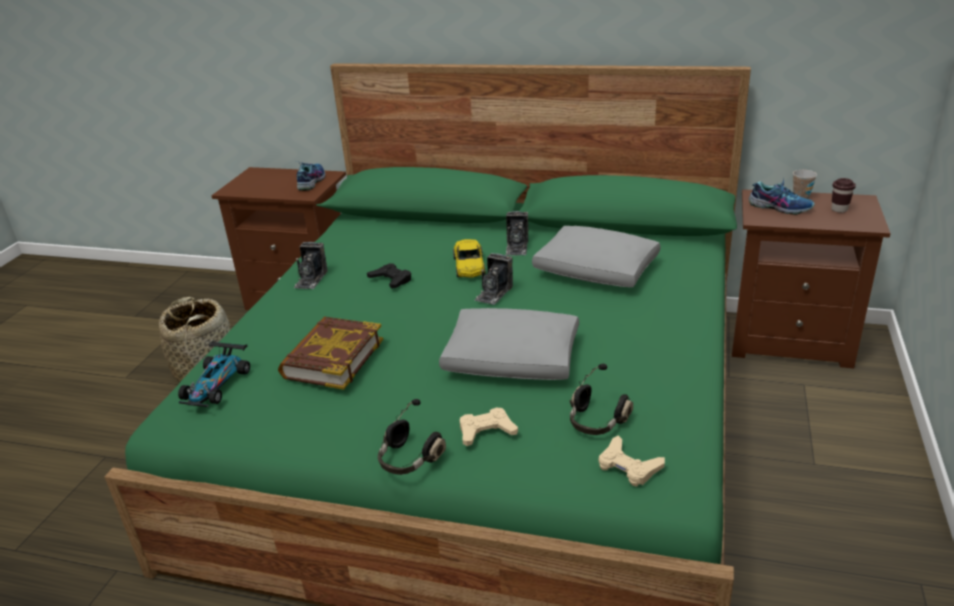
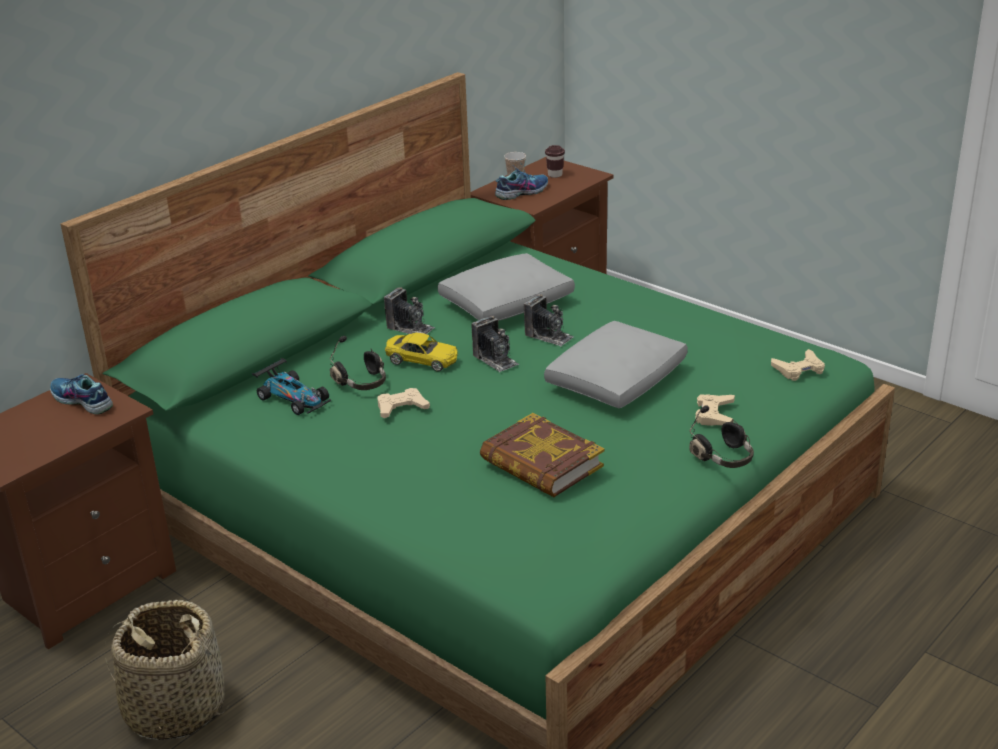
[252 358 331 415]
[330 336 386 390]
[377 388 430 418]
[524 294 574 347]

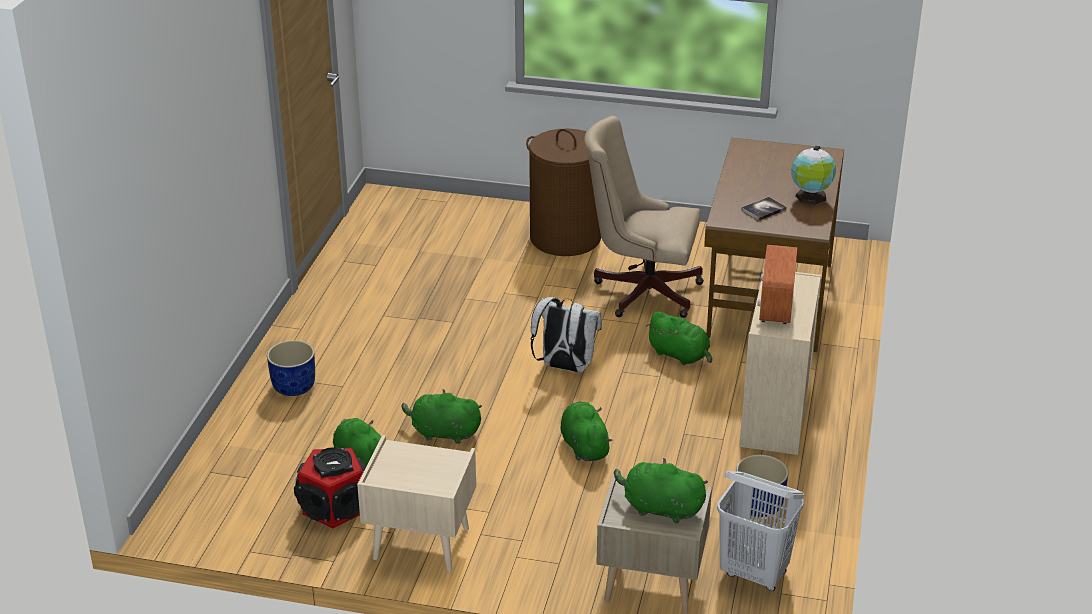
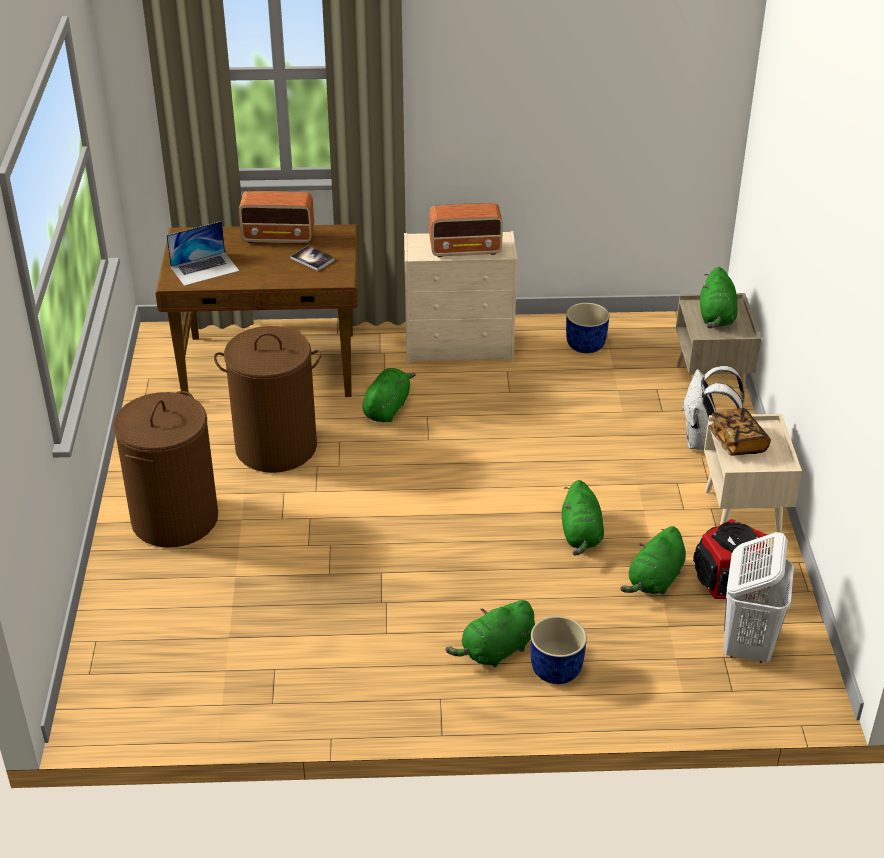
[166 221 239 286]
[214 326 322 473]
[239 191 314 244]
[445 600 535 667]
[682 366 744 450]
[708 408 771 456]
[723 532 794 663]

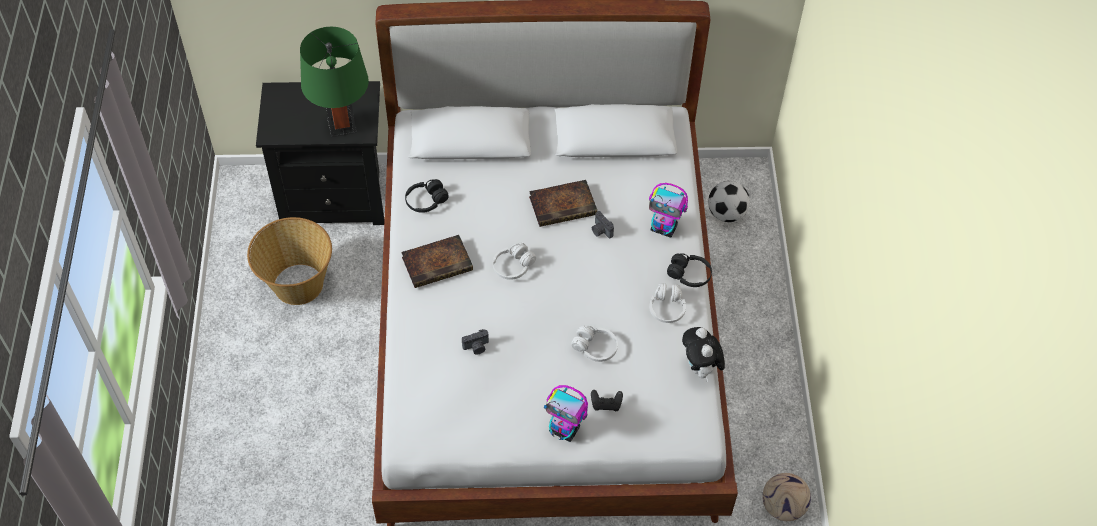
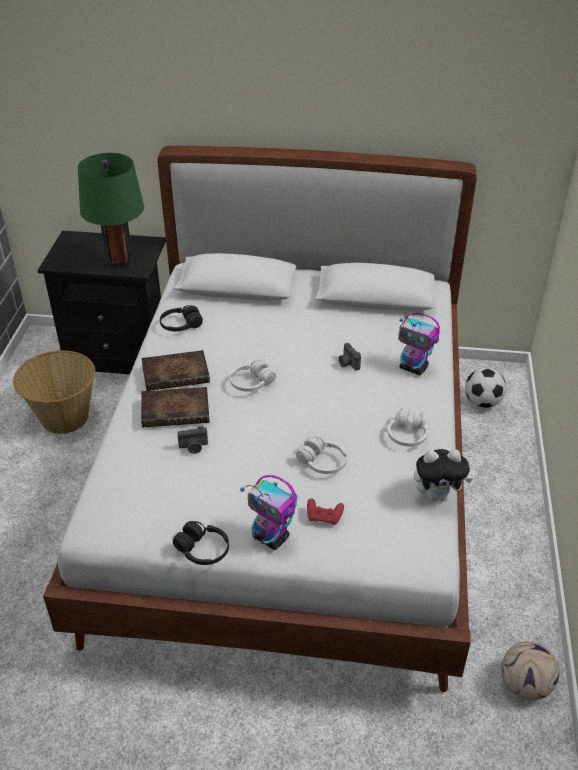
[141 387 209 427]
[173 521 229 565]
[307 498 344 525]
[414 449 473 501]

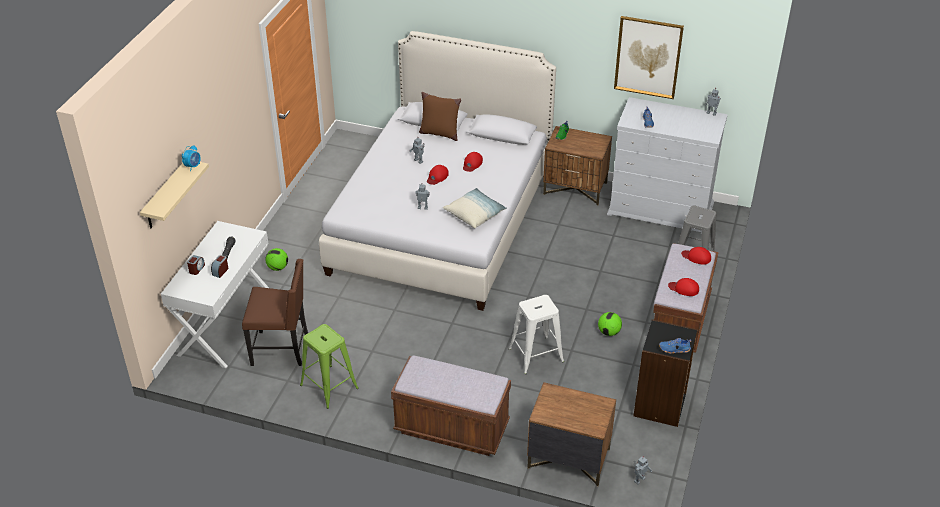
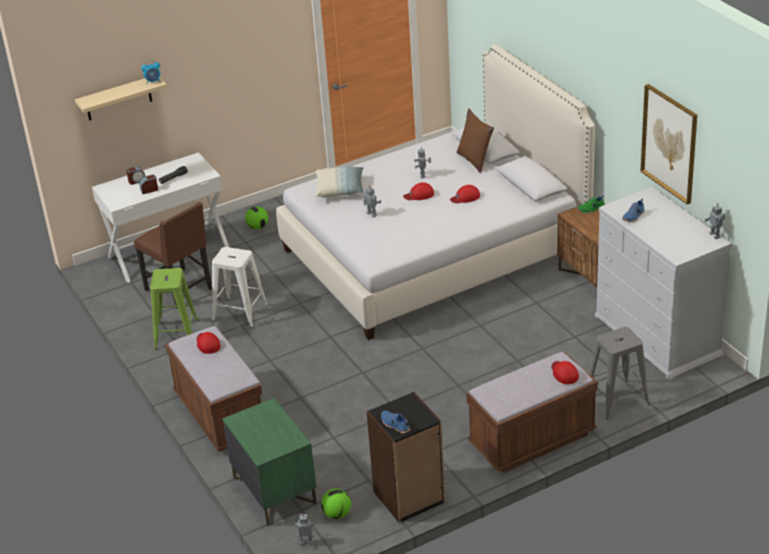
[197 332 221 354]
[212 247 268 328]
[222 398 317 526]
[316 166 364 197]
[321 489 351 519]

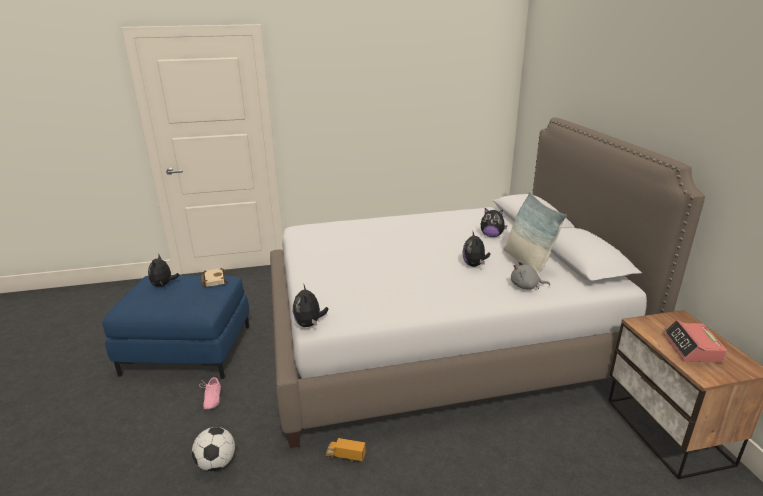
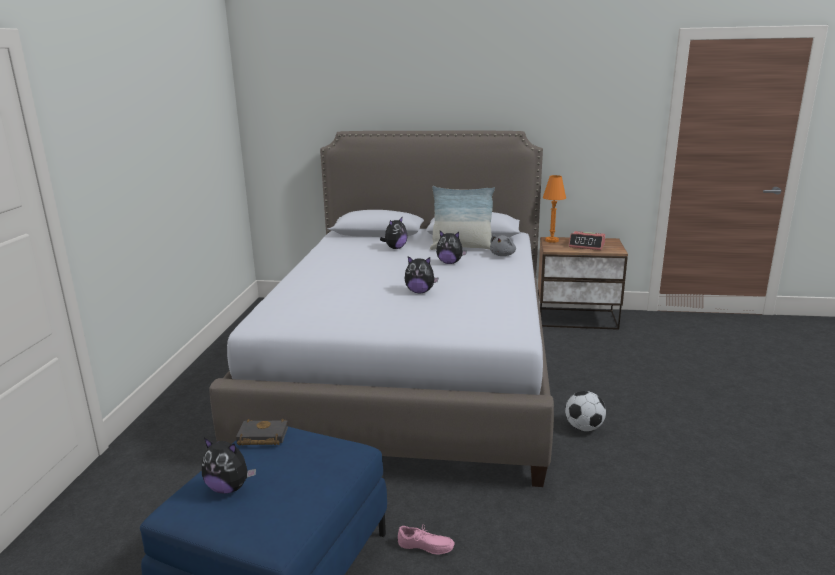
[236 419 288 445]
[405 256 439 293]
[543 175 566 243]
[565 391 606 431]
[325 438 366 463] (first image)

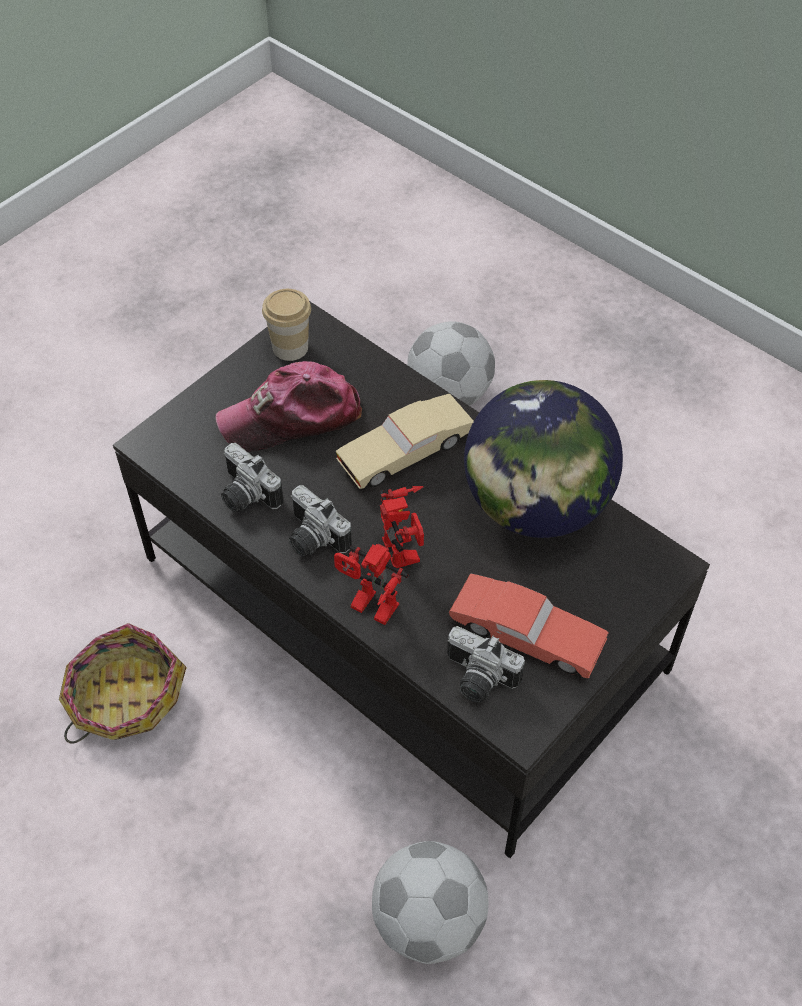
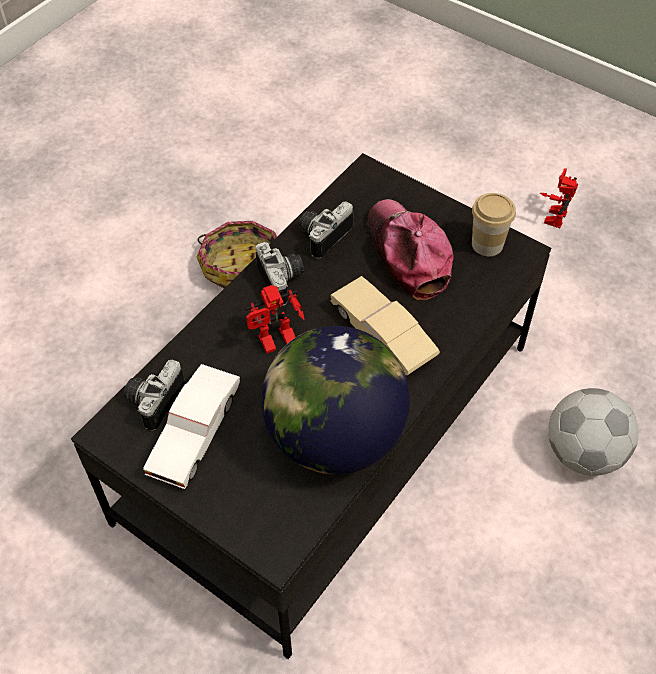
[143 364 240 489]
[256 242 304 307]
[540 168 578 228]
[372 841 488 964] (first image)

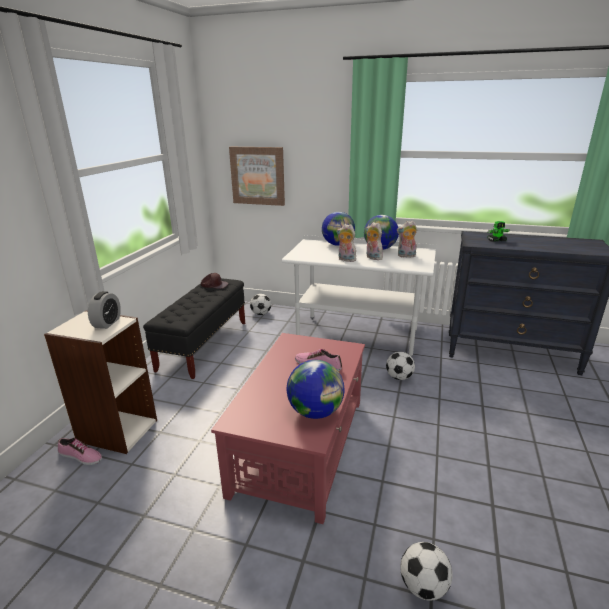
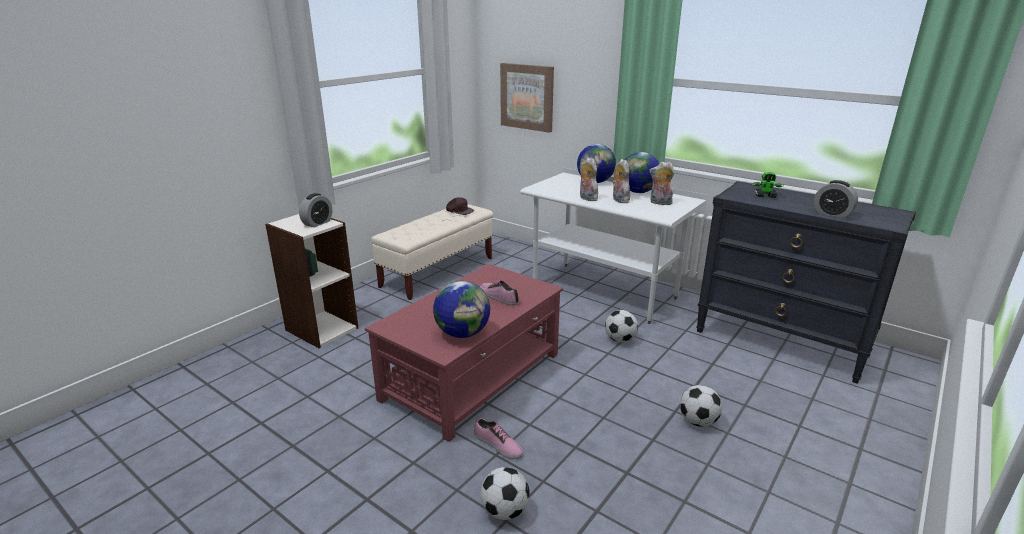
[371 204 493 300]
[474 418 523 459]
[680 385 722 427]
[814 180 858 218]

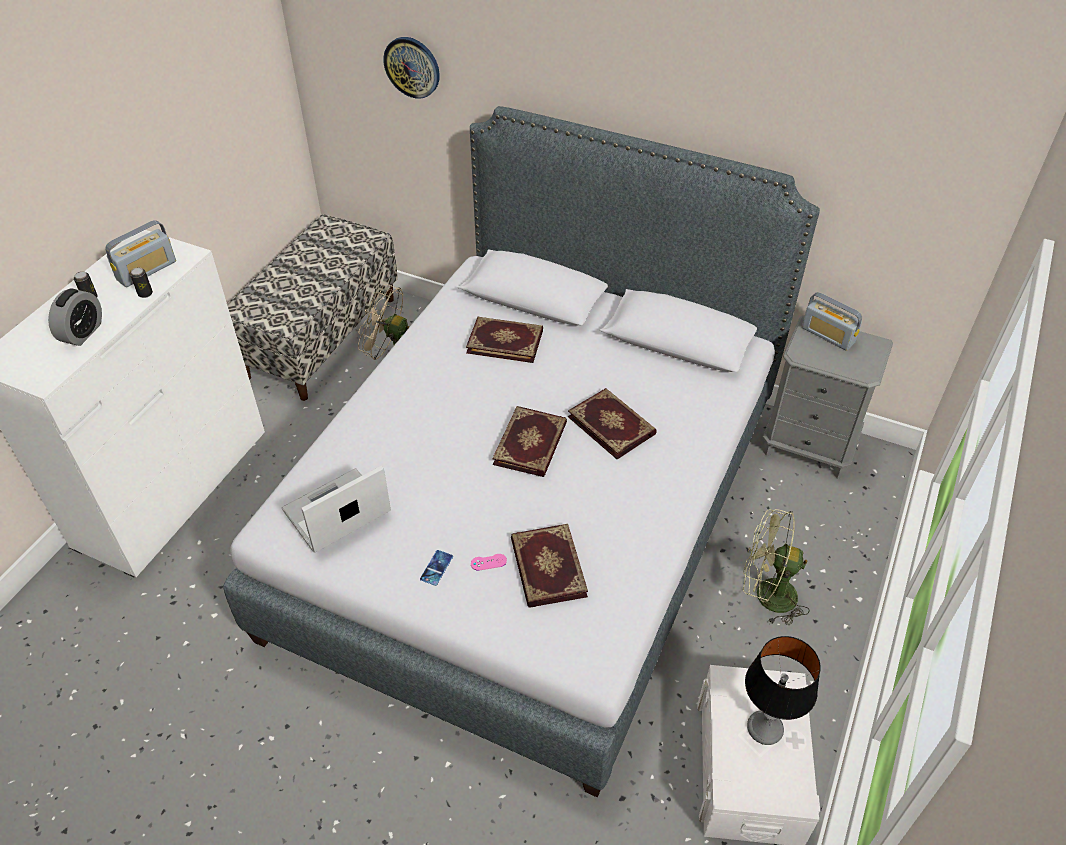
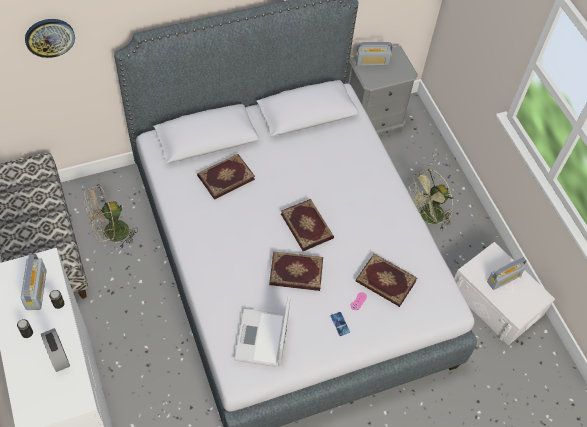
[269 252 323 291]
[487 257 526 290]

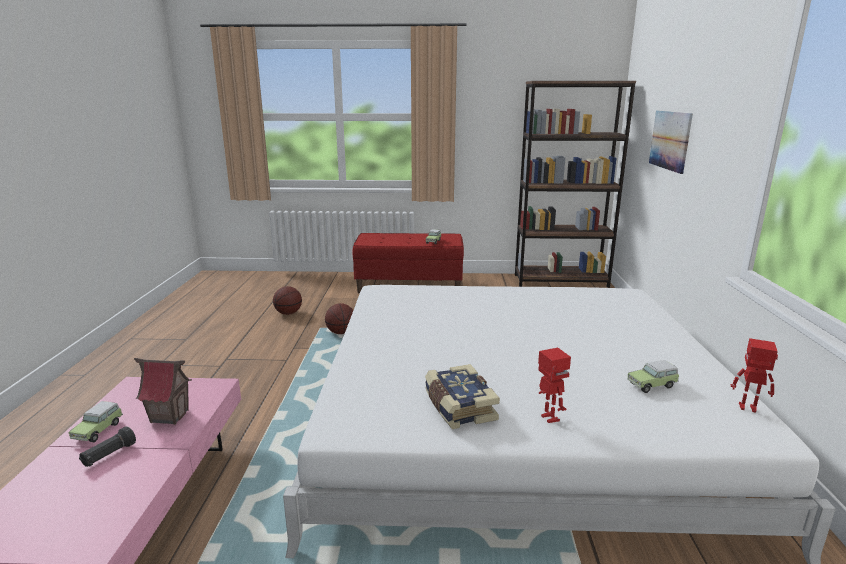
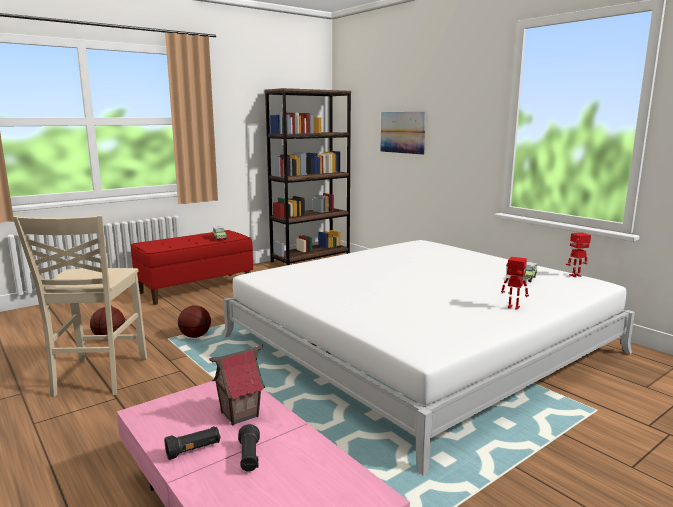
[13 215 147 397]
[164 426 221 460]
[425 364 500 429] (first image)

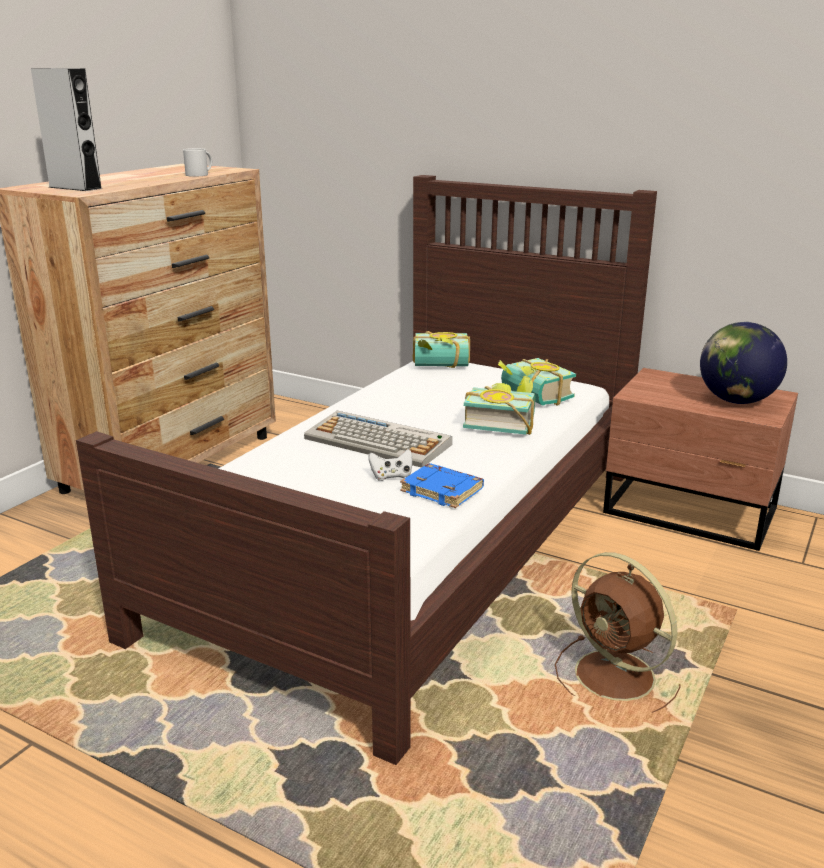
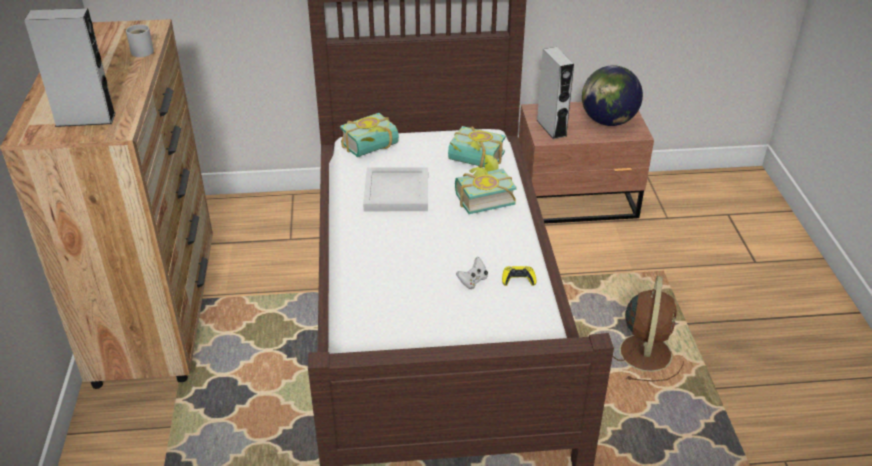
[363 167 428 211]
[502 266 536 286]
[537 47 574 139]
[613 276 684 382]
[304 411 452 468] (first image)

